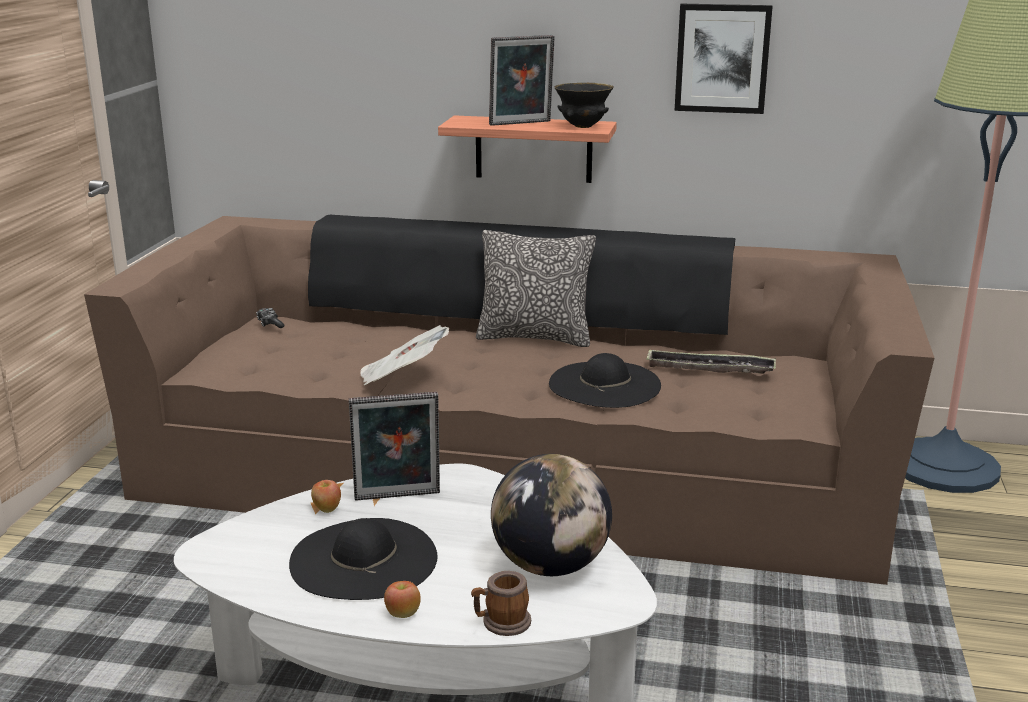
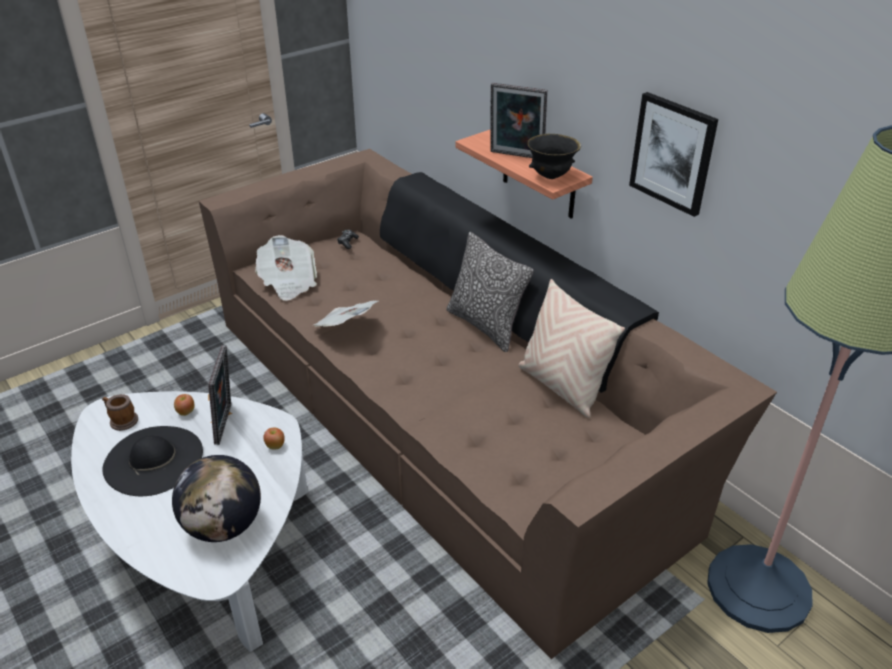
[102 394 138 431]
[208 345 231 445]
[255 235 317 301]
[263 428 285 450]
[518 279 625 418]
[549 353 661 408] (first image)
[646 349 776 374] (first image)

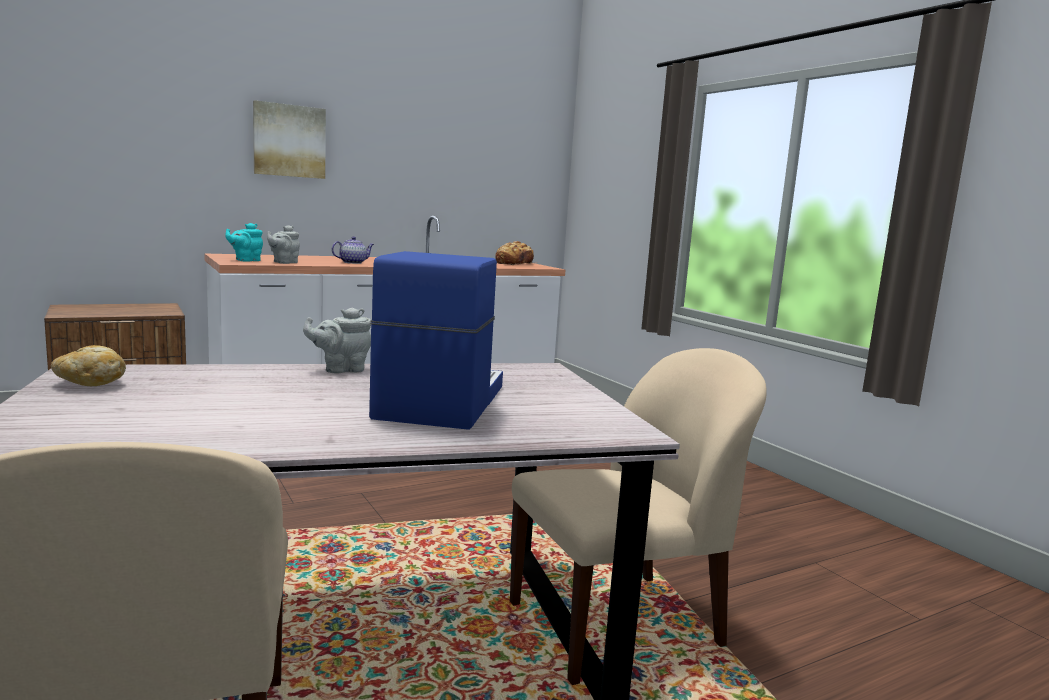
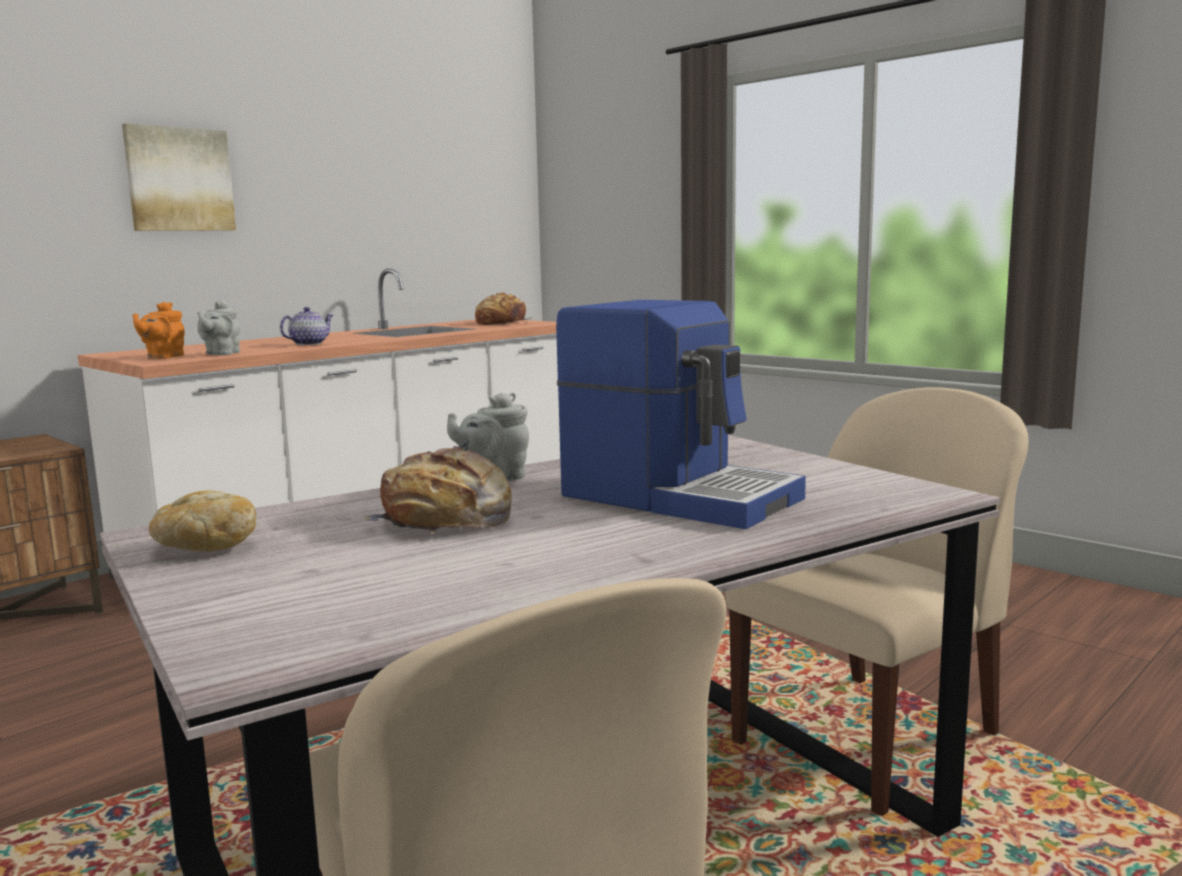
[132 302 185 359]
[359 446 511 534]
[556 300 806 529]

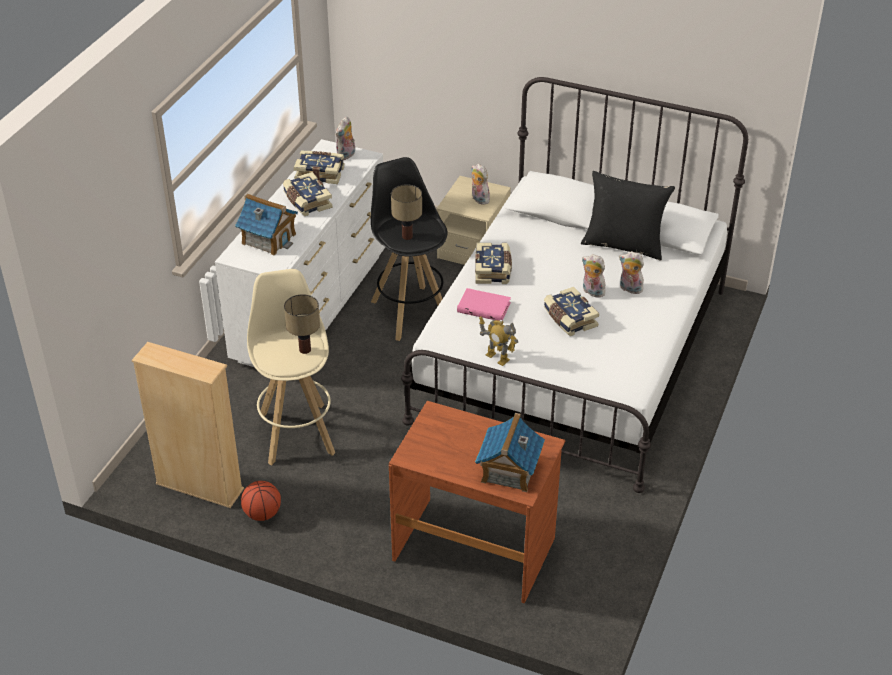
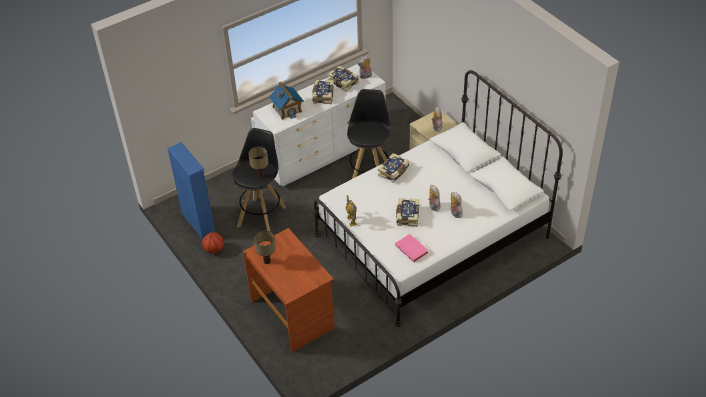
[167 142 215 240]
[232 128 287 231]
[254 231 276 264]
[395 234 429 263]
[475 413 545 492] (first image)
[581 171 675 261] (first image)

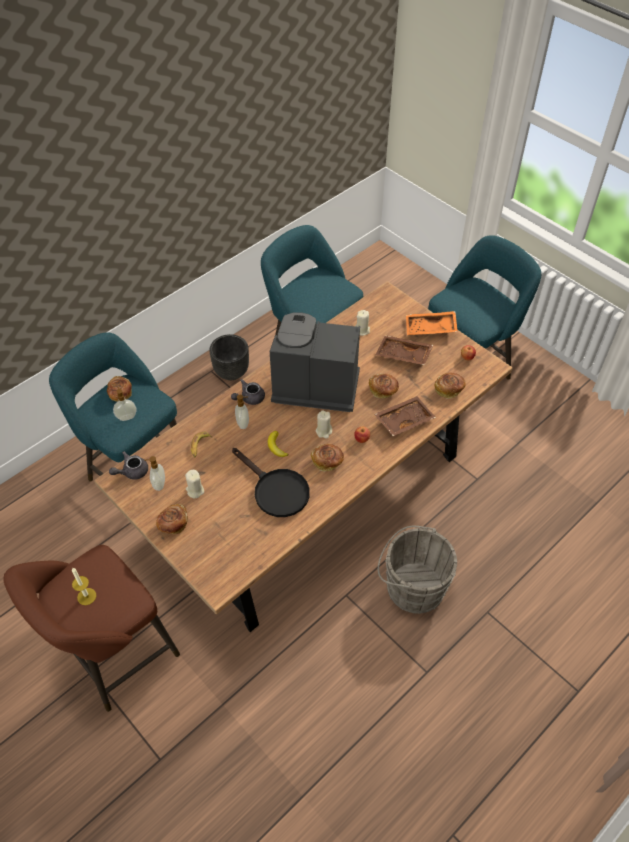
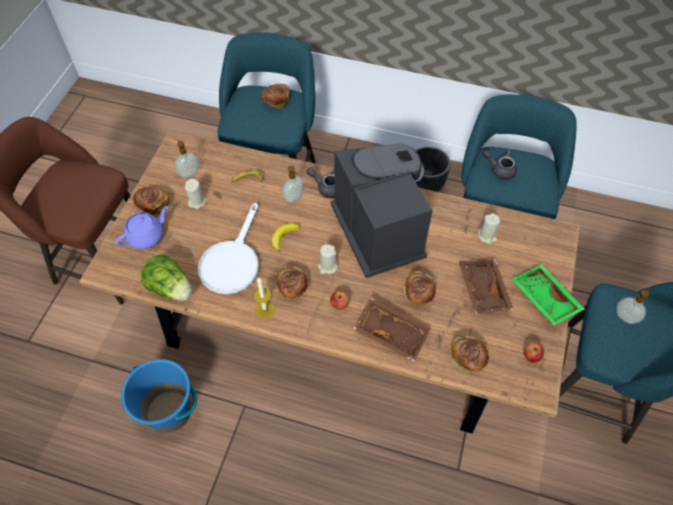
[116 206 168 249]
[121 359 197 433]
[141 254 192 301]
[198 203 259 294]
[253 278 275 319]
[482 149 517 180]
[512 264 585 326]
[616 288 649 324]
[378 526 457 614] (first image)

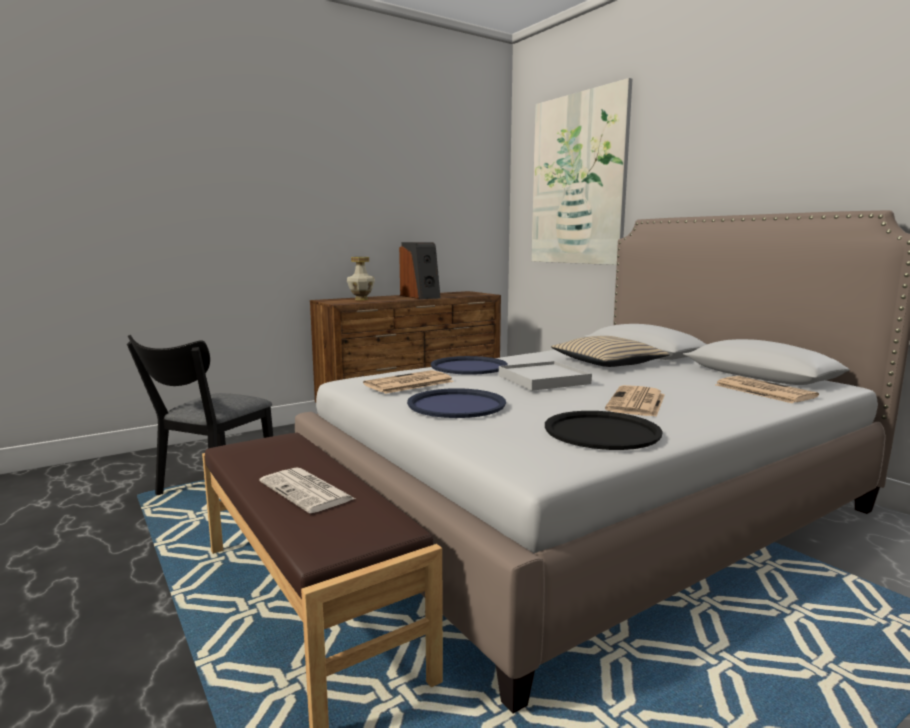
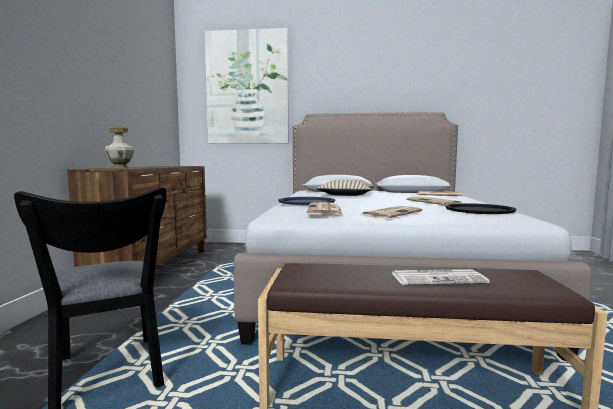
[362 206 422 218]
[399 242 441 299] (first image)
[499 361 592 391] (first image)

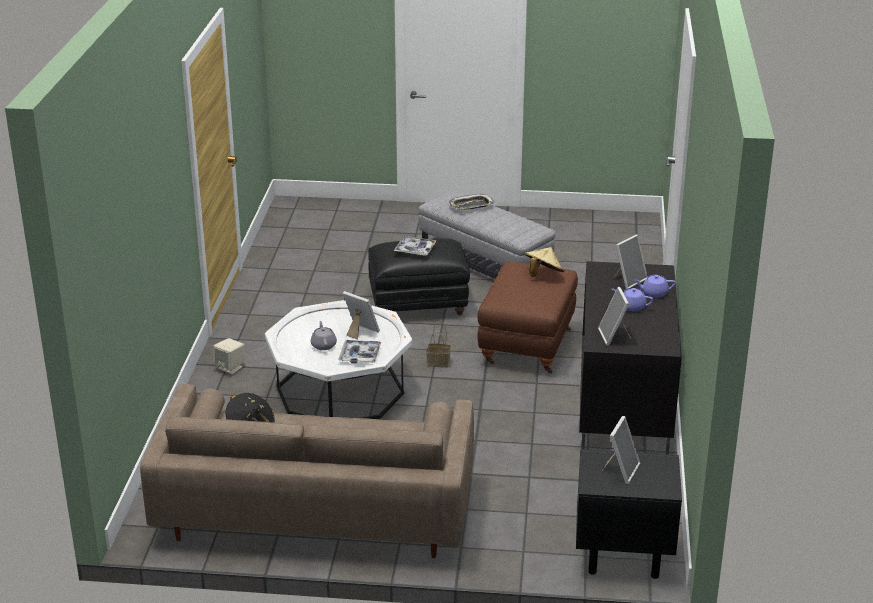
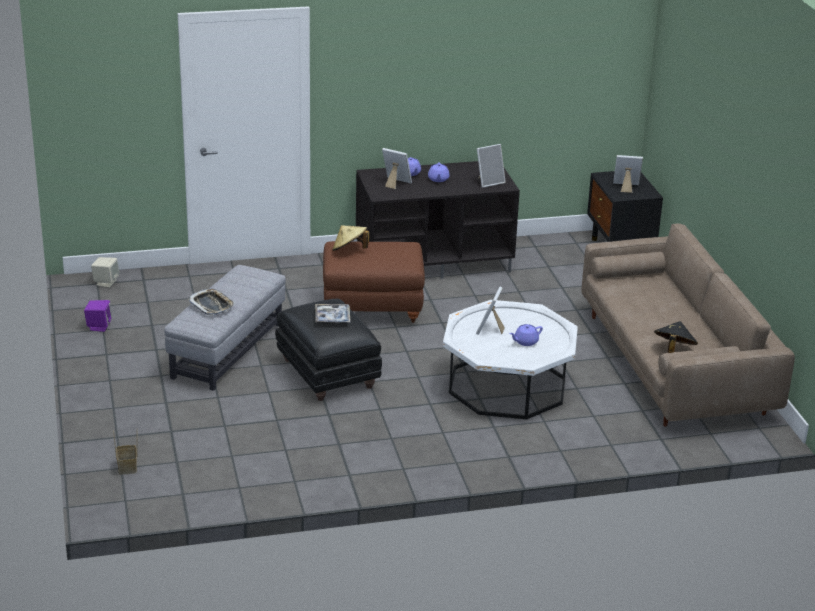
[84 300 113 332]
[91 257 120 288]
[113 430 137 475]
[510 324 543 346]
[338 340 381 363] (first image)

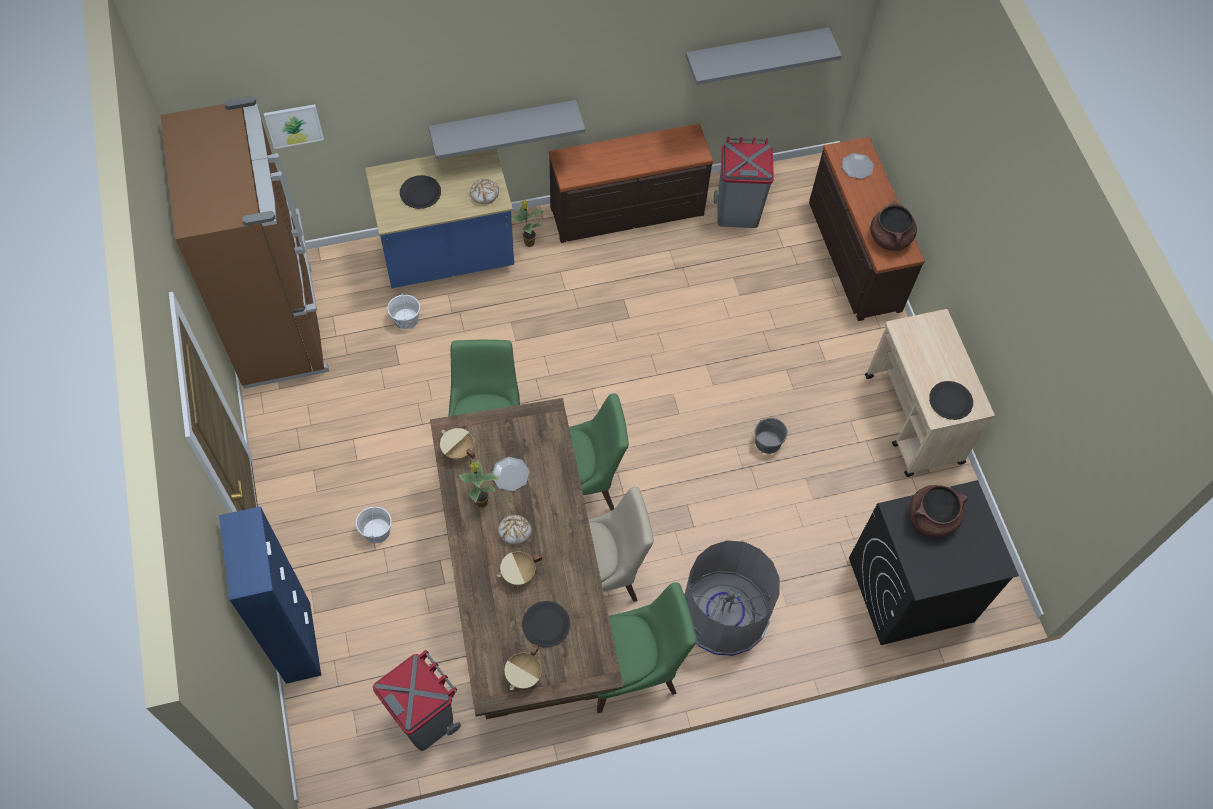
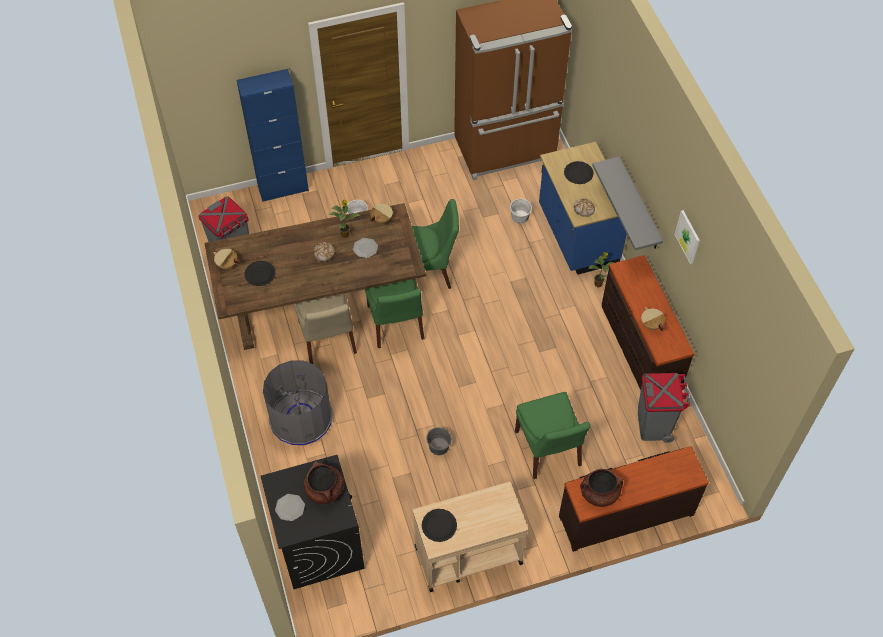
[275 494 305 521]
[515 392 590 479]
[641 307 665 332]
[675 210 700 264]
[686 27 842 85] (first image)

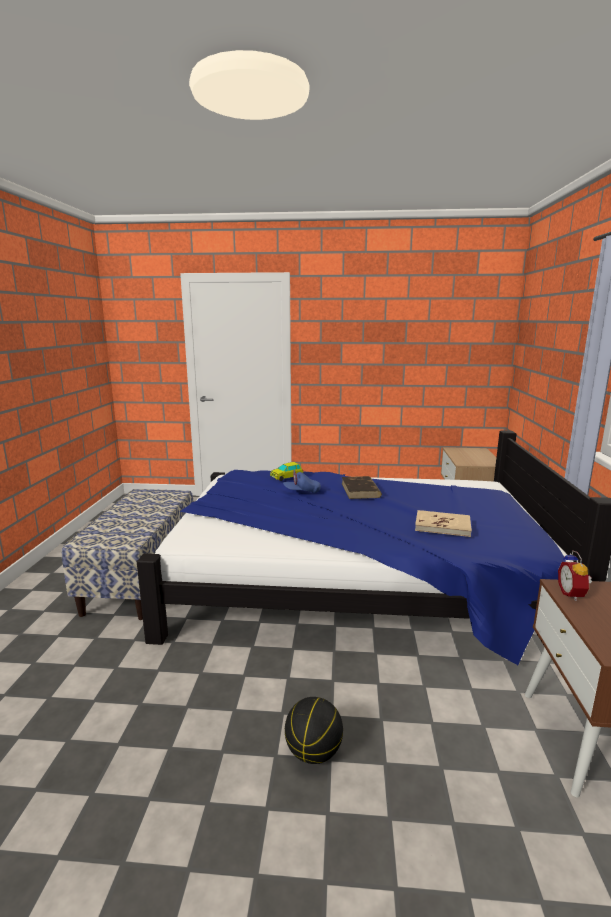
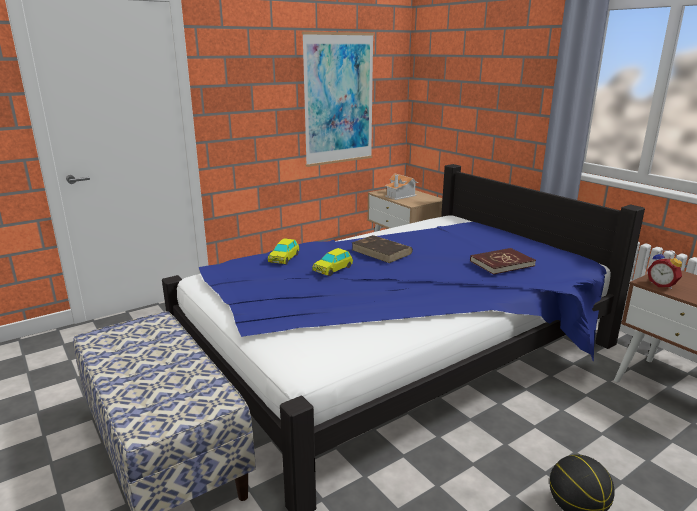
[302 31 374 167]
[312 248 353 276]
[385 173 419 200]
[470 248 536 275]

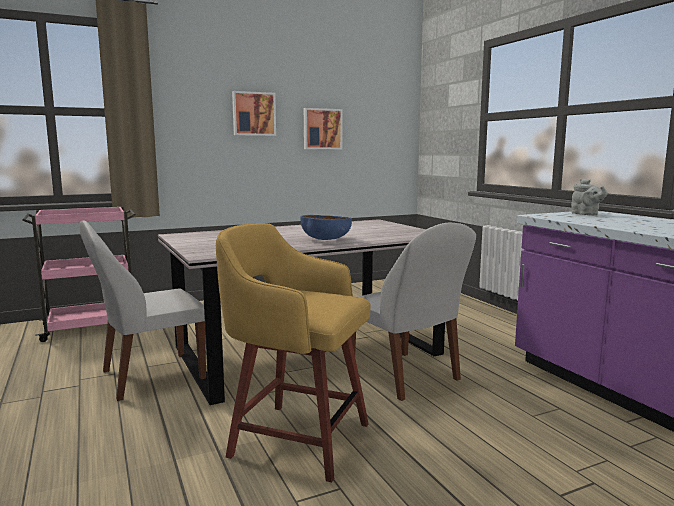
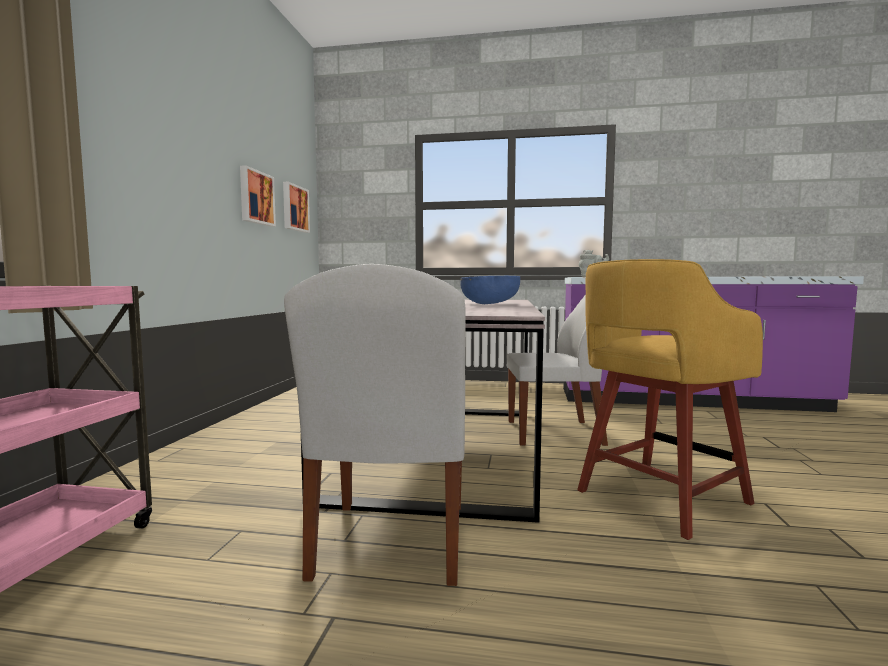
[283 182 310 233]

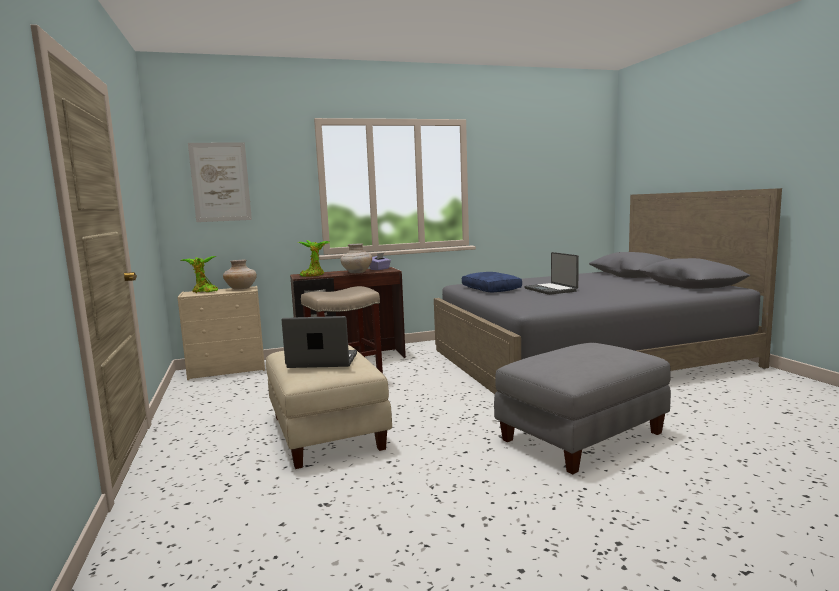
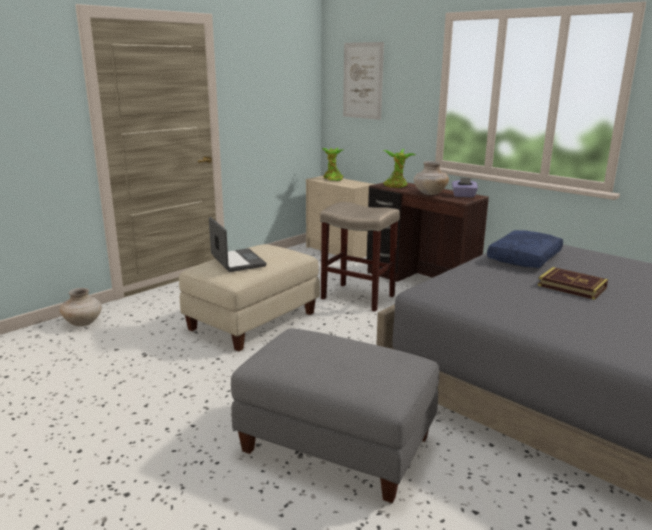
[60 288 102 326]
[538 267 608 300]

